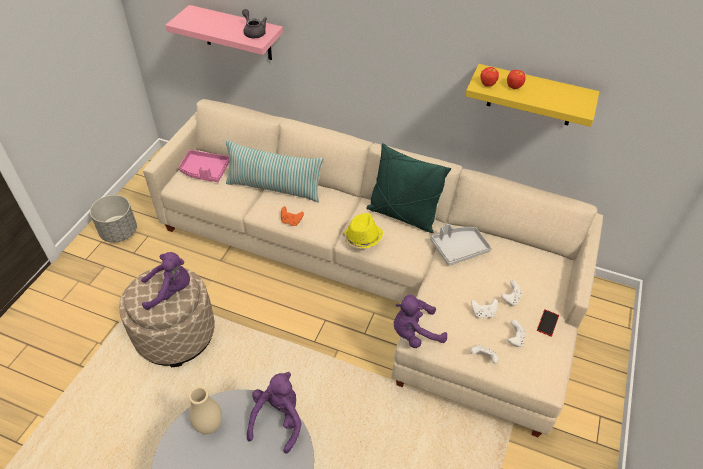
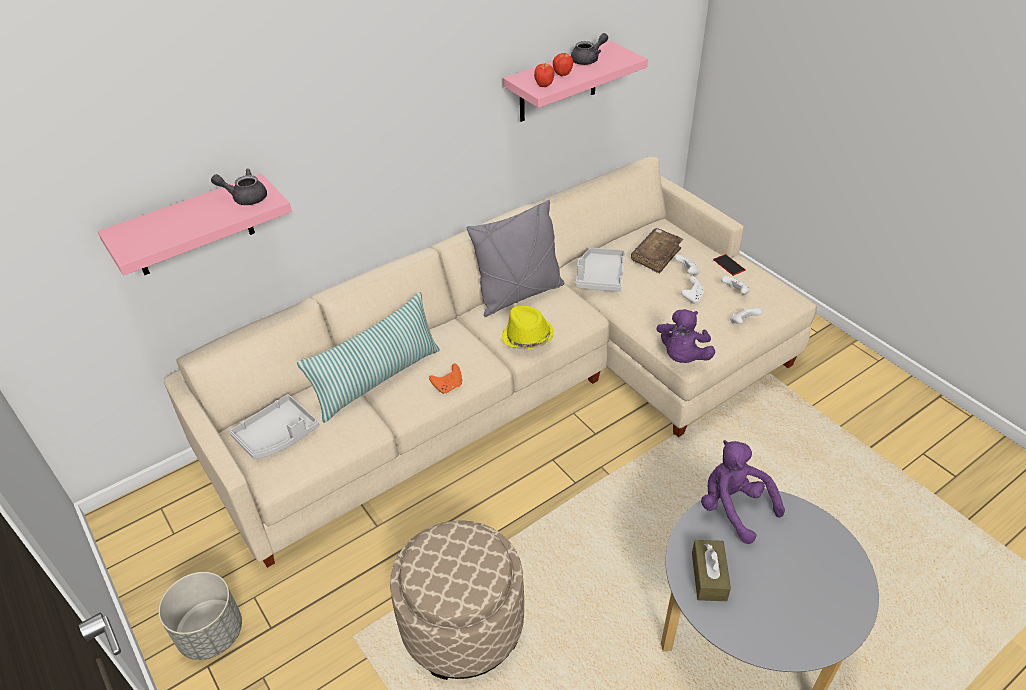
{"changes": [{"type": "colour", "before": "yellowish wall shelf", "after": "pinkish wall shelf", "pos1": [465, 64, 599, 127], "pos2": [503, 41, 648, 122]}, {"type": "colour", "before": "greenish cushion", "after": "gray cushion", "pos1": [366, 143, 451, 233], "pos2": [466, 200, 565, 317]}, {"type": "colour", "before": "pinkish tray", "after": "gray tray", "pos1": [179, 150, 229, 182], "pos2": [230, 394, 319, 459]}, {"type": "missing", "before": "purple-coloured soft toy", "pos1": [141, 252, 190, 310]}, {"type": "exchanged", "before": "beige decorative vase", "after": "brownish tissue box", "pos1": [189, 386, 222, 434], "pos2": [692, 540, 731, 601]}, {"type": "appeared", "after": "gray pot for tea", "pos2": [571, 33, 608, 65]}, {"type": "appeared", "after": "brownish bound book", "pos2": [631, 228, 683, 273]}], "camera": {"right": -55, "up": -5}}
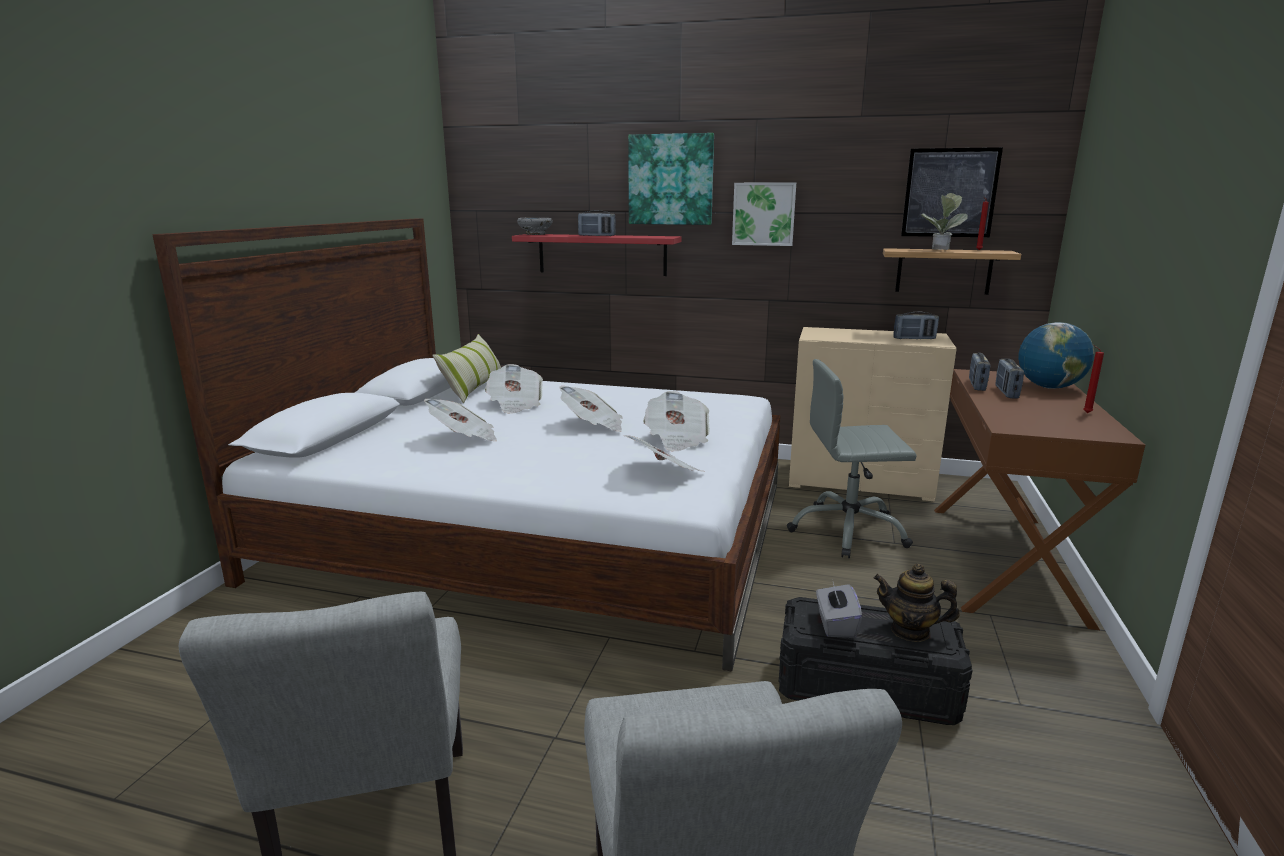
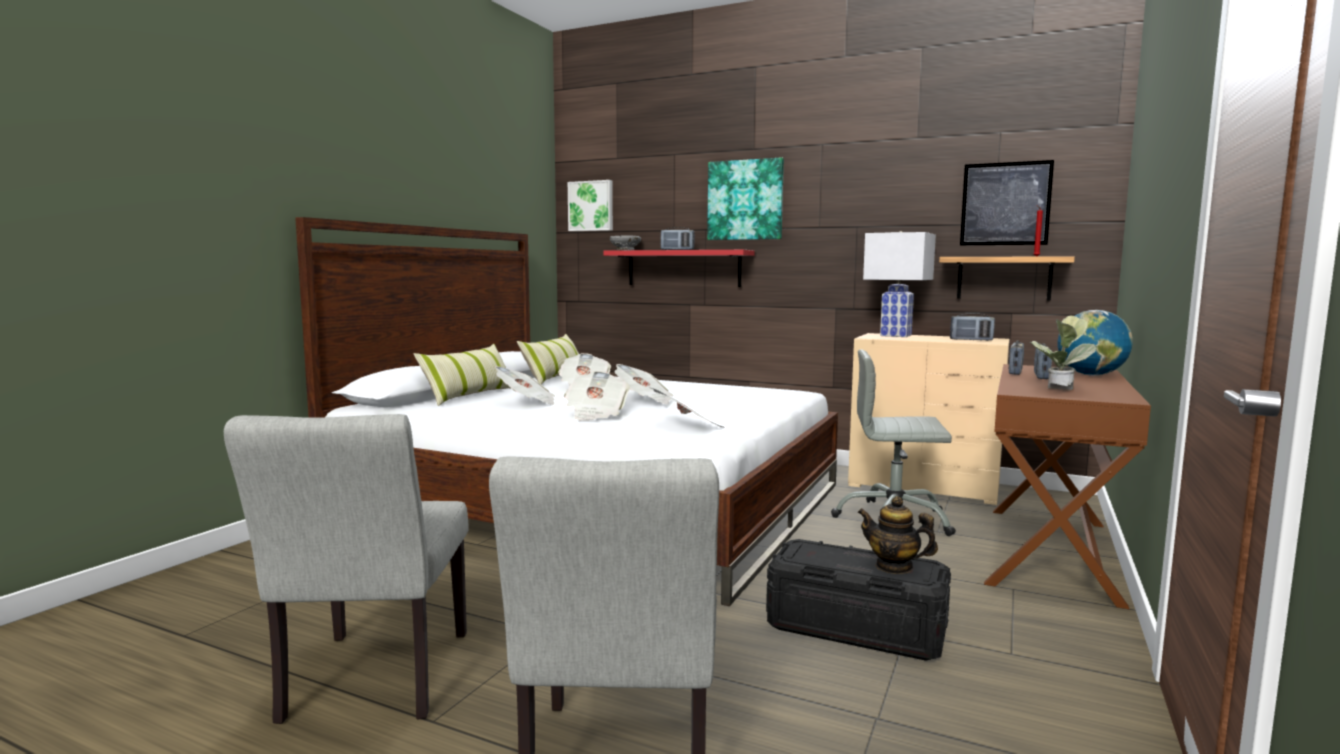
{"changes": [{"type": "relocated", "before": "picture", "pos1": [732, 182, 796, 246], "pos2": [568, 180, 613, 231]}, {"type": "relocated", "before": "plant in a pot", "pos1": [920, 193, 968, 250], "pos2": [1030, 316, 1096, 390]}, {"type": "missing", "before": "red-coloured candle", "pos1": [1084, 345, 1104, 413]}, {"type": "relocated", "before": "printed paper", "pos1": [643, 391, 710, 452], "pos2": [564, 371, 630, 421]}, {"type": "missing", "before": "gray tissue box", "pos1": [816, 579, 862, 638]}, {"type": "appeared", "after": "whitish lamp for a table", "pos2": [863, 231, 936, 337]}, {"type": "appeared", "after": "cushion", "pos2": [414, 344, 510, 406]}], "camera": {"right": 10, "up": -10}}
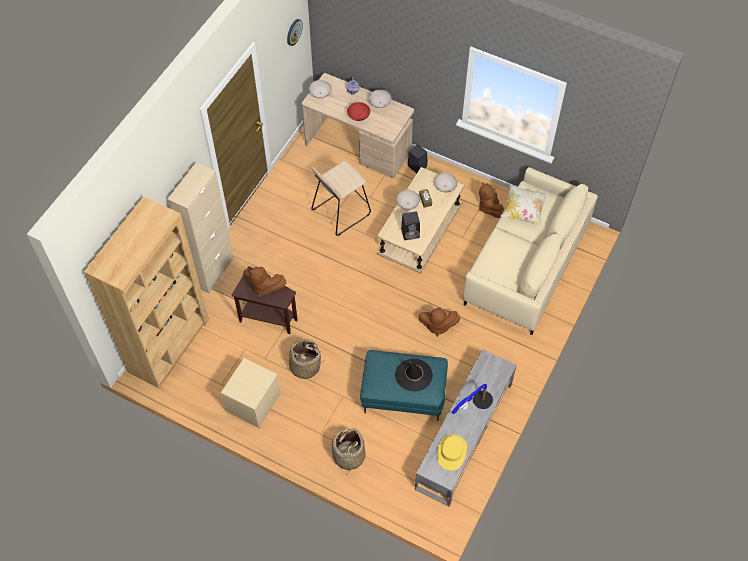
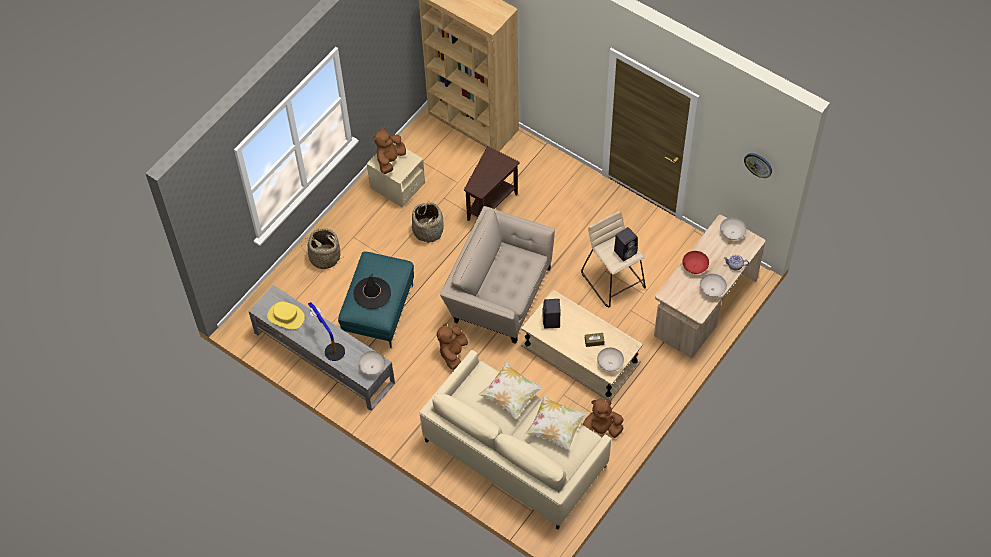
{"changes": [{"type": "relocated", "before": "black speaker", "pos1": [408, 144, 428, 173], "pos2": [614, 227, 638, 261]}, {"type": "missing", "before": "beige storage cabinet", "pos1": [167, 163, 234, 293]}, {"type": "relocated", "before": "whitish deep dish", "pos1": [397, 190, 420, 210], "pos2": [358, 351, 385, 375]}, {"type": "relocated", "before": "brownish soft toy", "pos1": [243, 266, 286, 297], "pos2": [373, 127, 406, 174]}, {"type": "appeared", "after": "beige armchair", "pos2": [440, 206, 555, 344]}, {"type": "appeared", "after": "cushion", "pos2": [478, 362, 543, 420]}], "camera": {"right": 100, "up": 0}}
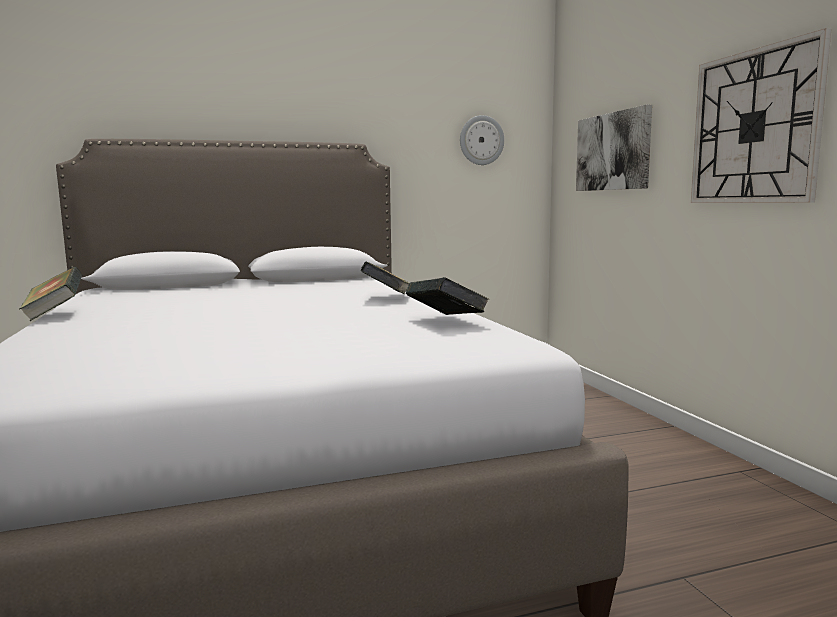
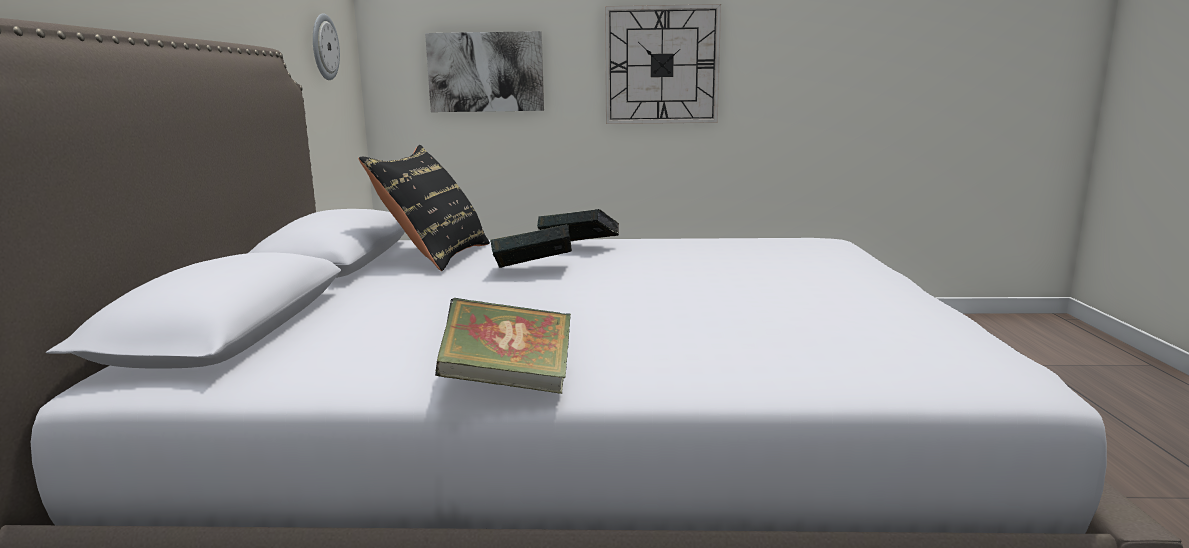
{"changes": [{"type": "relocated", "before": "bound book", "pos1": [406, 277, 489, 315], "pos2": [490, 224, 572, 268]}, {"type": "appeared", "after": "black cushion", "pos2": [358, 145, 490, 271]}], "camera": {"right": -70, "up": 5}}
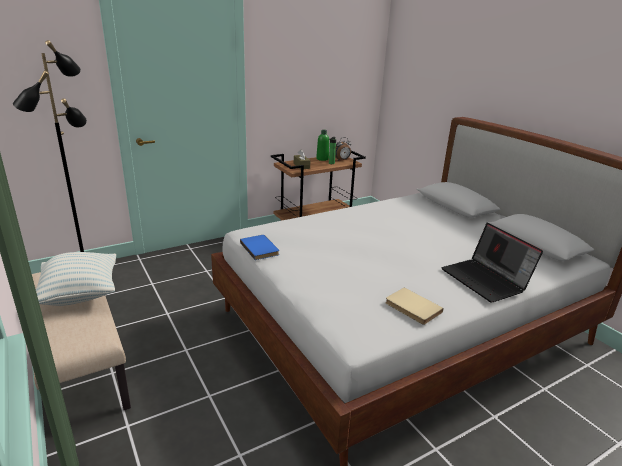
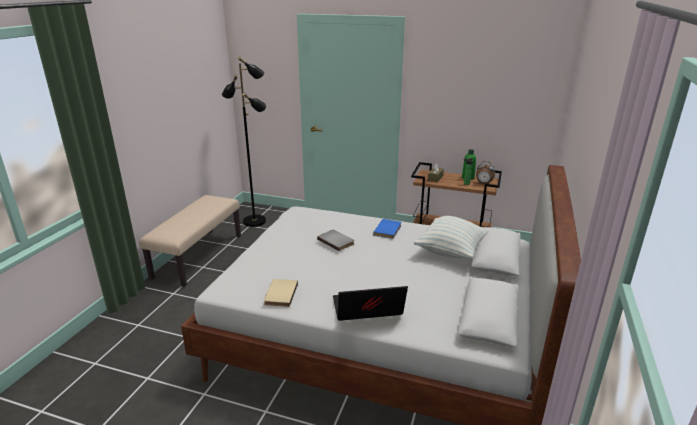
{"changes": [{"type": "spun", "before": "portable computer", "pos1": [442, 222, 543, 303], "pos2": [333, 286, 408, 321], "turn": 60}, {"type": "relocated", "before": "blue-coloured bound book", "pos1": [240, 235, 279, 260], "pos2": [373, 219, 401, 239]}, {"type": "relocated", "before": "cushion", "pos1": [36, 252, 116, 306], "pos2": [414, 216, 490, 258]}, {"type": "appeared", "after": "gray bound book", "pos2": [317, 230, 354, 251]}], "camera": {"right": 50, "up": 0}}
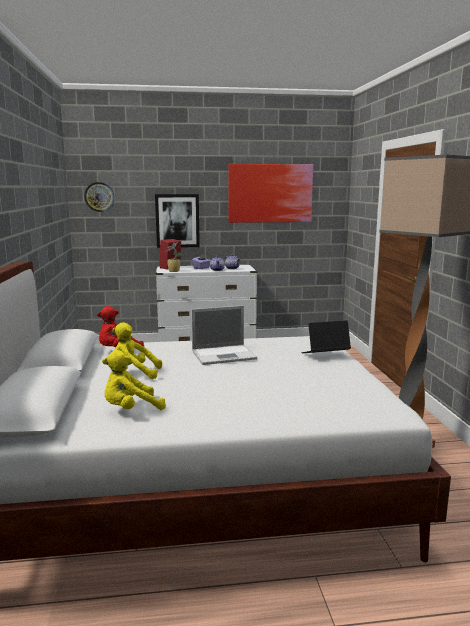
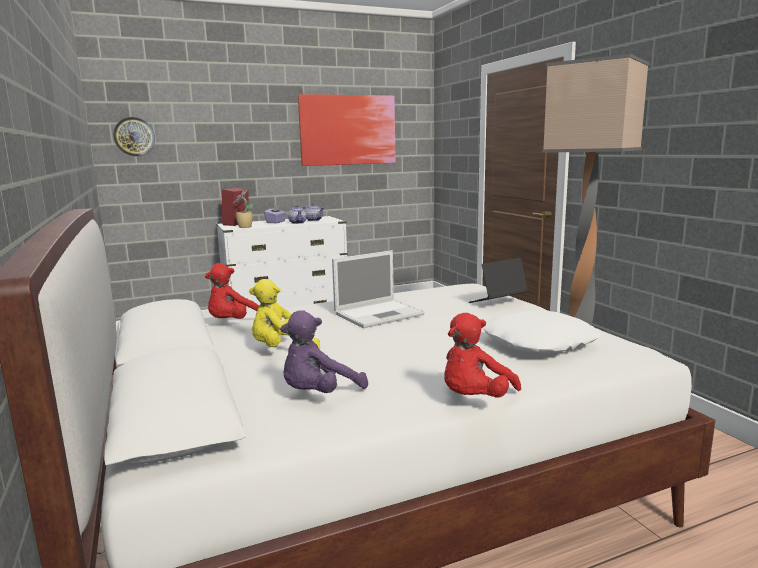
{"changes": [{"type": "missing", "before": "picture", "pos1": [155, 194, 200, 248]}, {"type": "colour", "before": "yellowish soft toy", "after": "purple-coloured soft toy", "pos1": [102, 350, 166, 410], "pos2": [280, 310, 368, 393]}, {"type": "appeared", "after": "whitish cushion", "pos2": [483, 311, 601, 353]}, {"type": "appeared", "after": "red-coloured soft toy", "pos2": [444, 313, 521, 398]}], "camera": {"right": -15, "up": 0}}
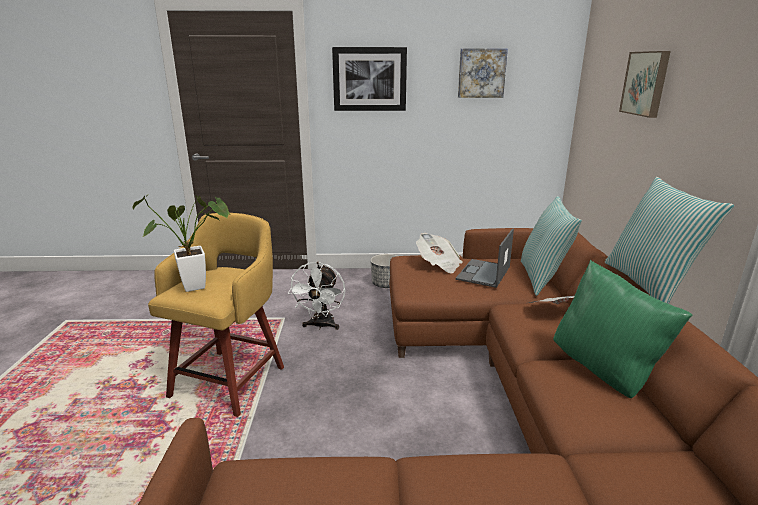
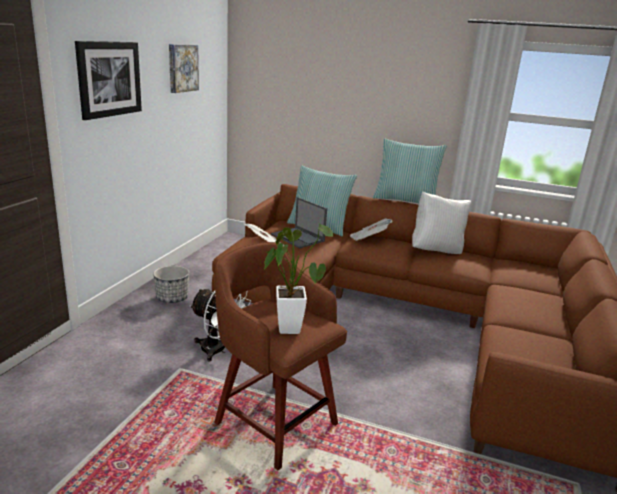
{"changes": [{"type": "missing", "before": "picture", "pos1": [619, 51, 671, 118]}, {"type": "colour", "before": "yellowish stool seat", "after": "brownish stool seat", "pos1": [148, 213, 284, 417], "pos2": [214, 242, 347, 470]}, {"type": "colour", "before": "greenish cushion", "after": "whitish cushion", "pos1": [553, 260, 692, 398], "pos2": [412, 191, 471, 254]}], "camera": {"right": -70, "up": 0}}
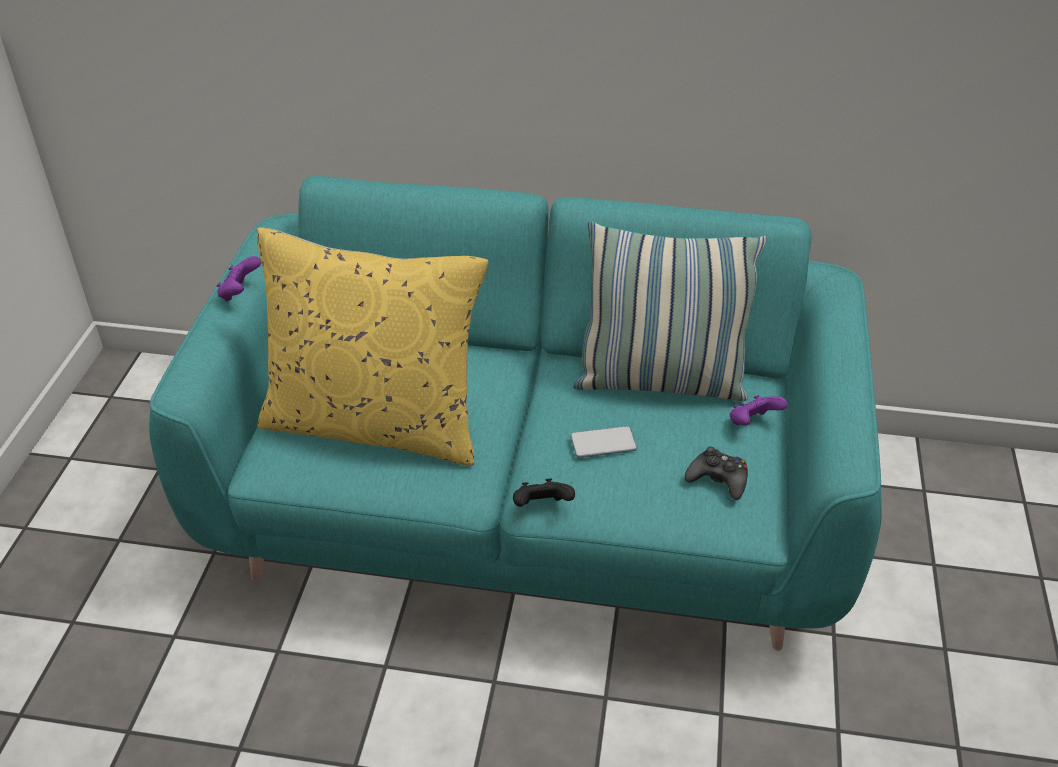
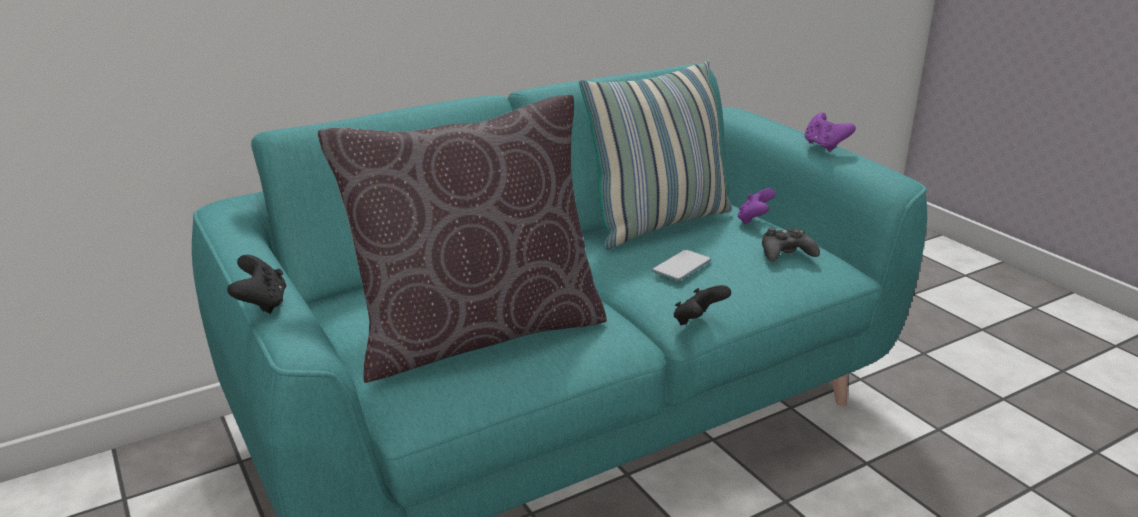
{"changes": [{"type": "colour", "before": "yellowish cushion", "after": "brownish cushion", "pos1": [257, 227, 488, 466], "pos2": [318, 95, 607, 383]}, {"type": "relocated", "before": "purple-coloured joypad", "pos1": [217, 256, 261, 302], "pos2": [805, 112, 856, 152]}, {"type": "appeared", "after": "black joypad", "pos2": [227, 255, 286, 314]}], "camera": {"right": -40, "up": -15}}
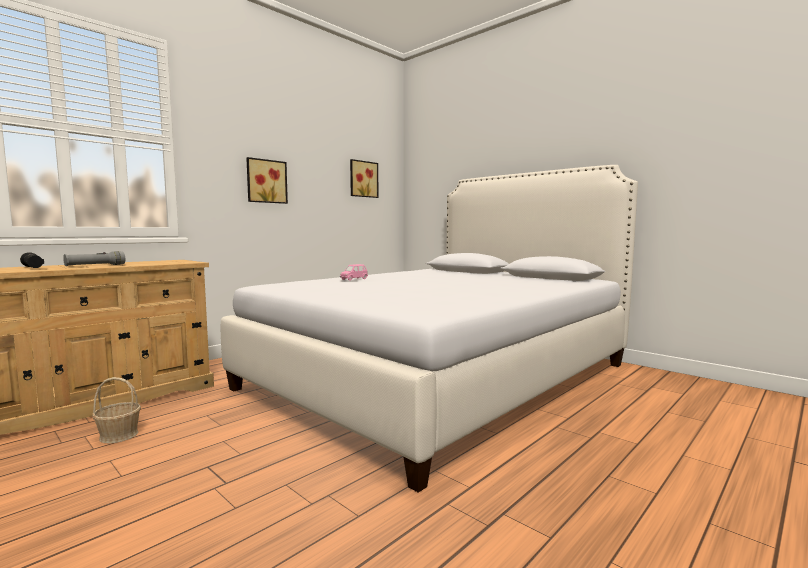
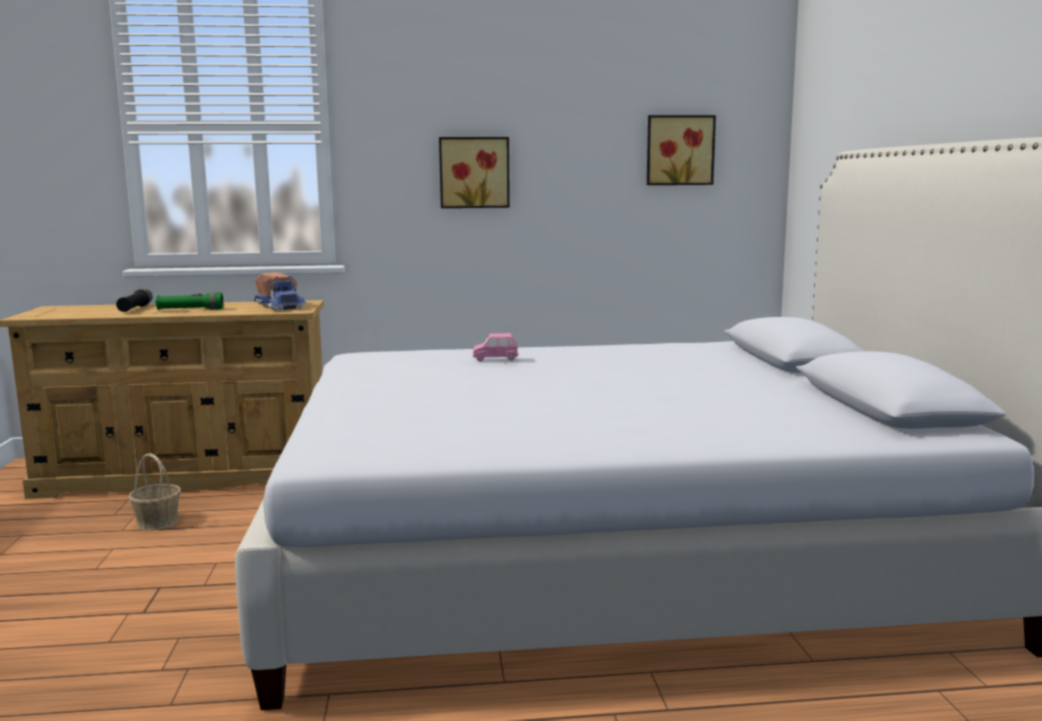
{"changes": [{"type": "colour", "before": "gray torch", "after": "greenish torch", "pos1": [63, 251, 125, 266], "pos2": [156, 292, 223, 310]}, {"type": "appeared", "after": "model truck", "pos2": [254, 272, 306, 311]}], "camera": {"right": 40, "up": 5}}
